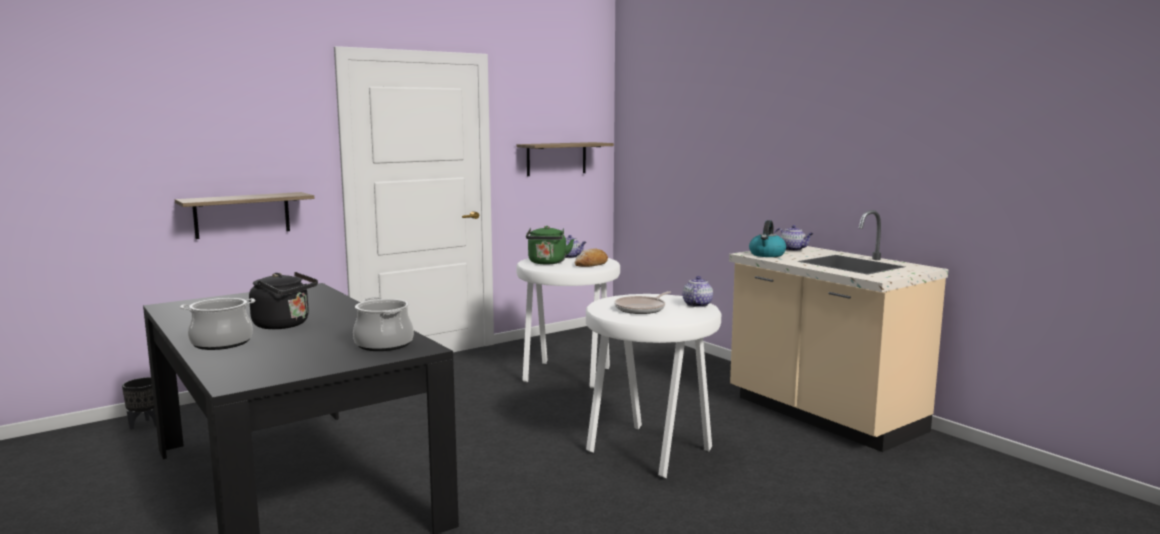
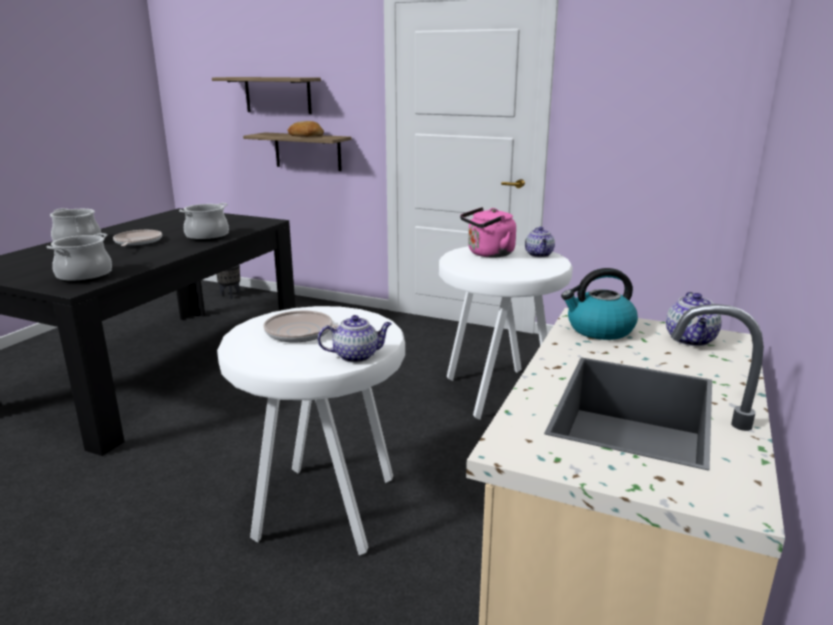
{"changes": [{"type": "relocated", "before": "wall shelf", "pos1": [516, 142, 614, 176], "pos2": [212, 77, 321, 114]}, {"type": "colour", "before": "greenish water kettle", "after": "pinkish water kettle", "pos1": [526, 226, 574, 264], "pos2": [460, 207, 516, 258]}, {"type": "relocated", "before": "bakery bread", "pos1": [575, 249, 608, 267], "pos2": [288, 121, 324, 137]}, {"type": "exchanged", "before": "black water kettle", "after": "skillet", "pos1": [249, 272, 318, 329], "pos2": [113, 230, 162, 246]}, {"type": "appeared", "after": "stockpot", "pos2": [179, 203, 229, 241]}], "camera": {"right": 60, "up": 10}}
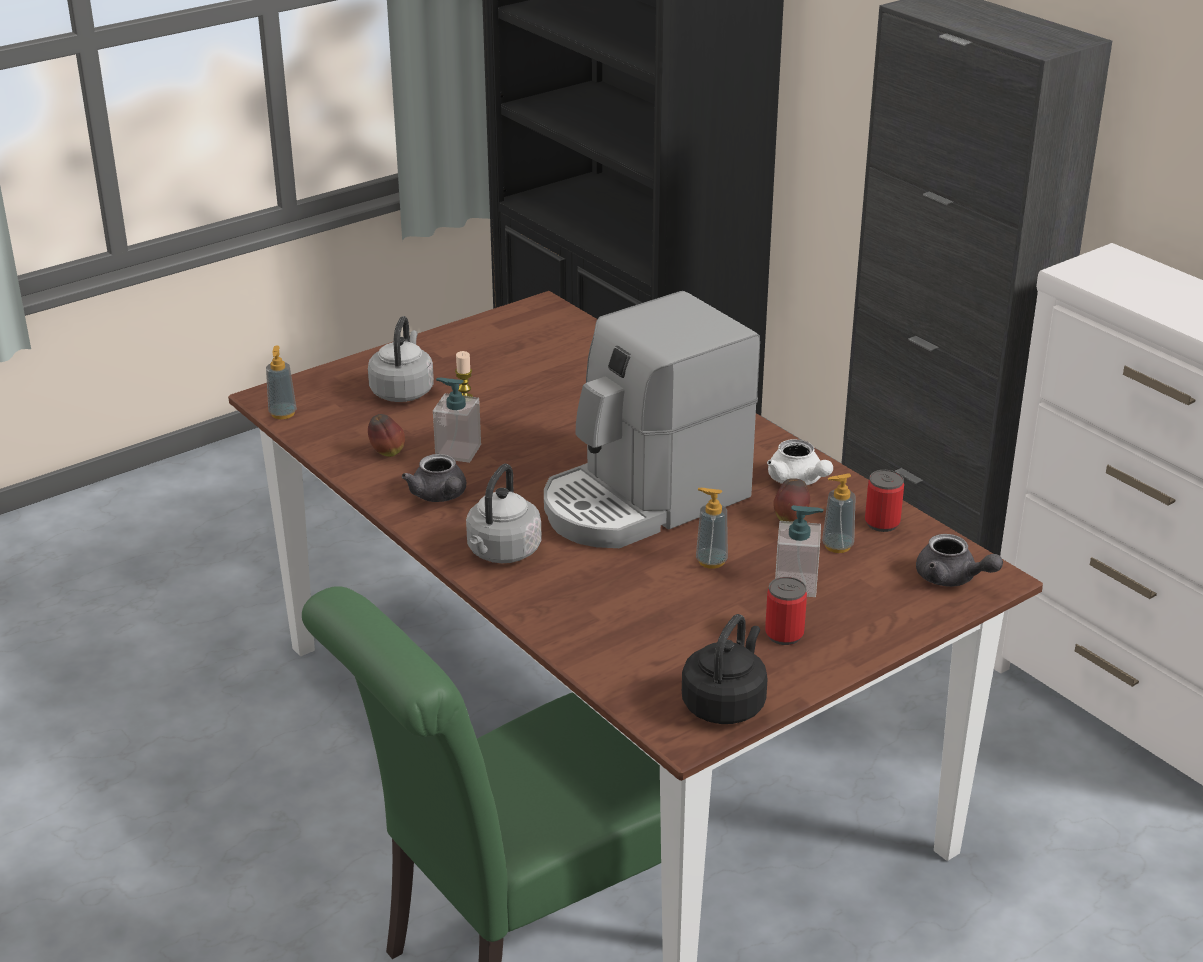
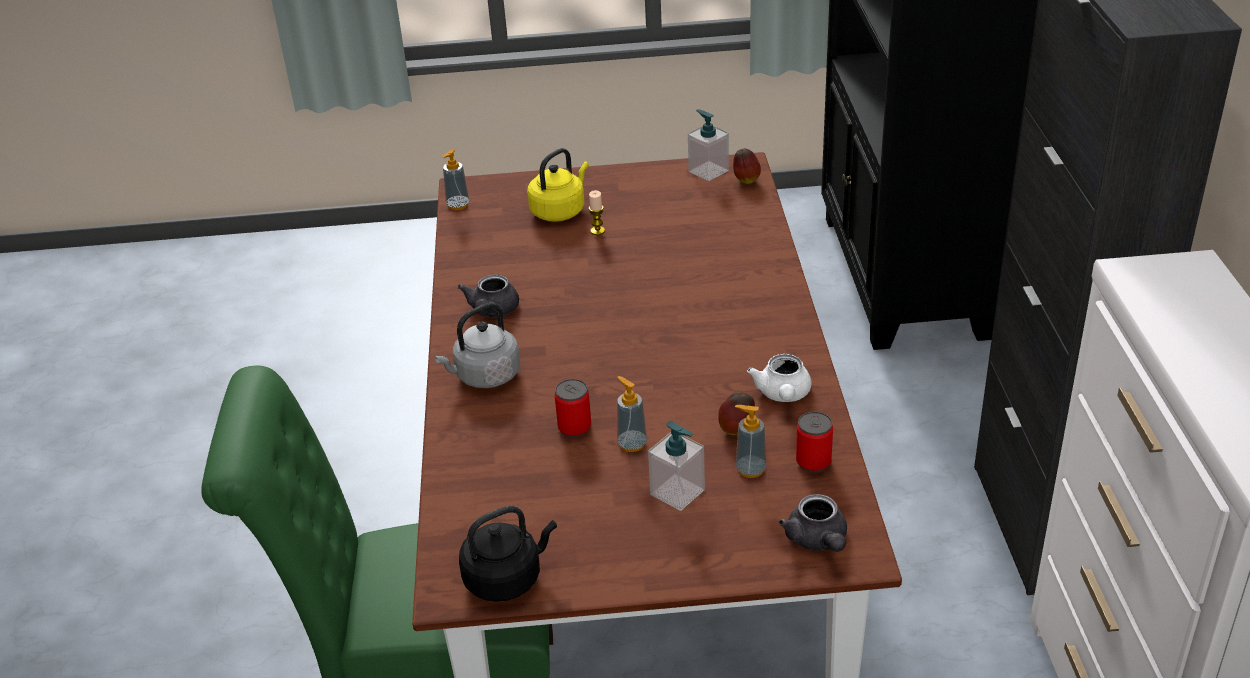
{"changes": [{"type": "missing", "before": "coffee brewer", "pos1": [544, 291, 760, 548]}, {"type": "colour", "before": "gray water kettle", "after": "yellowish water kettle", "pos1": [368, 316, 434, 402], "pos2": [527, 148, 589, 222]}, {"type": "relocated", "before": "liquid soap bottle", "pos1": [433, 378, 481, 463], "pos2": [688, 109, 729, 181]}, {"type": "relocated", "before": "apple fruit", "pos1": [368, 414, 405, 457], "pos2": [733, 148, 761, 184]}, {"type": "relocated", "before": "can", "pos1": [765, 577, 807, 645], "pos2": [555, 379, 591, 438]}], "camera": {"right": 35, "up": 5}}
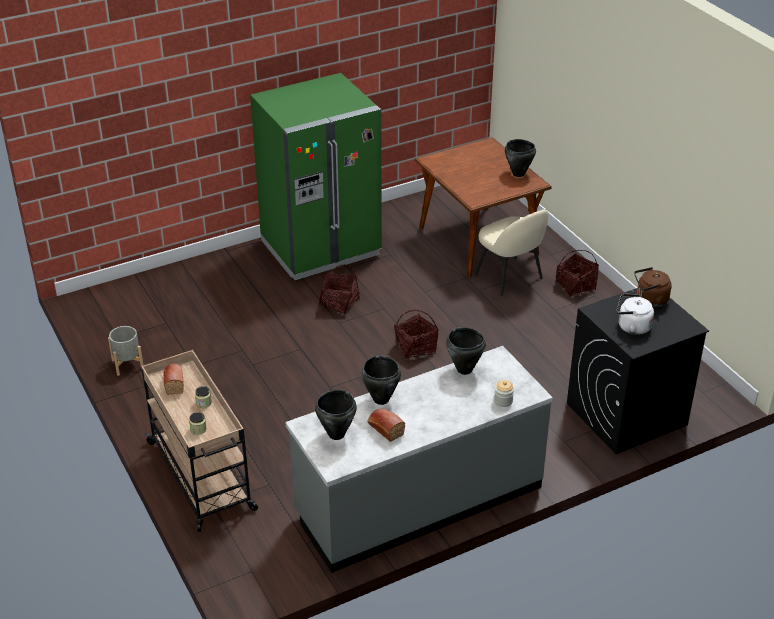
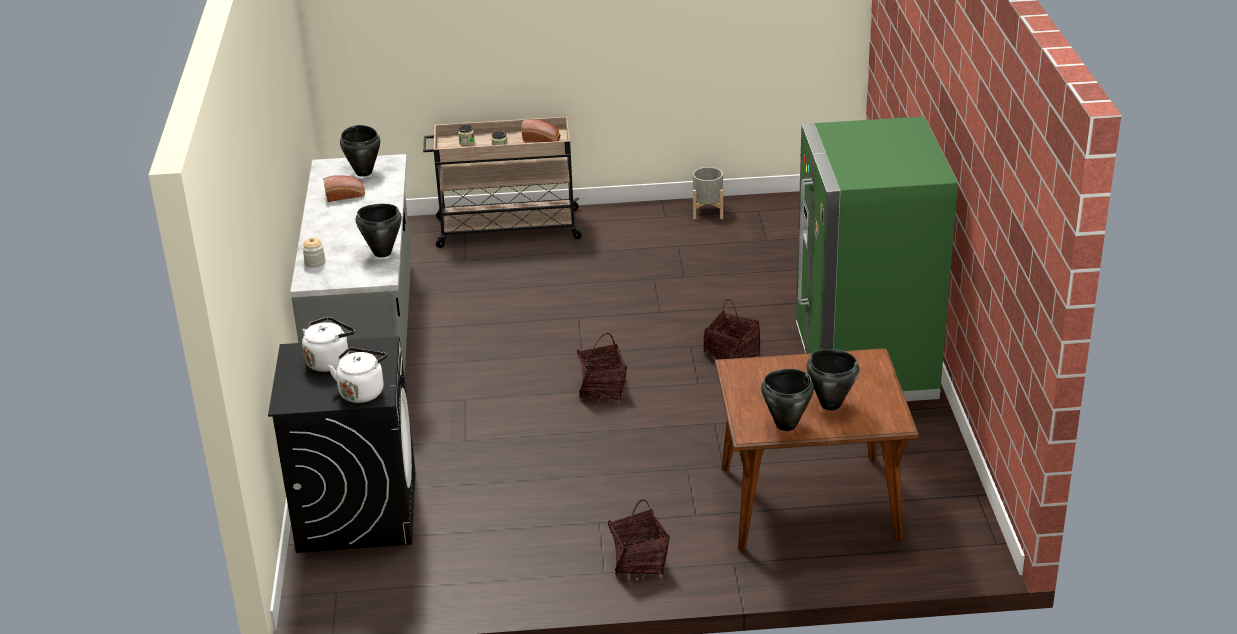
{"changes": [{"type": "missing", "before": "beige chair", "pos1": [475, 209, 548, 296]}, {"type": "colour", "before": "brownish water kettle", "after": "whitish water kettle", "pos1": [634, 267, 672, 307], "pos2": [328, 348, 387, 403]}, {"type": "relocated", "before": "black stockpot", "pos1": [362, 356, 401, 405], "pos2": [806, 349, 859, 411]}], "camera": {"right": 115, "up": -5}}
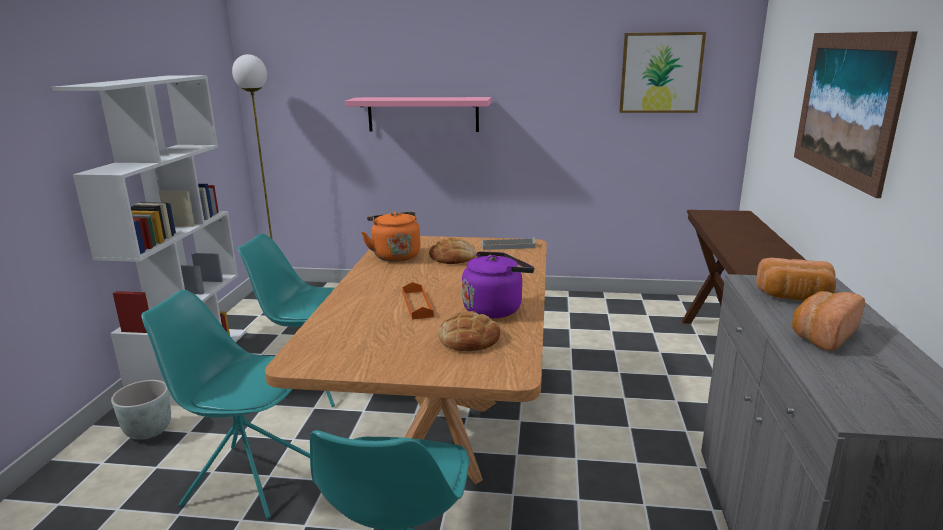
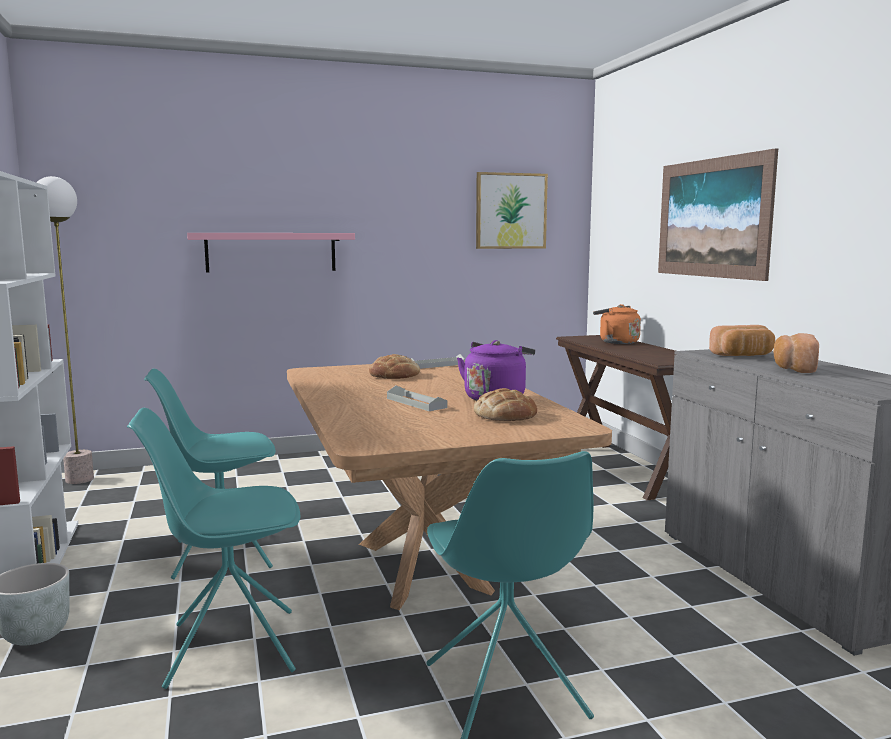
{"changes": [{"type": "relocated", "before": "orangey water kettle", "pos1": [361, 211, 421, 262], "pos2": [593, 304, 641, 344]}, {"type": "colour", "before": "orangey tray", "after": "gray tray", "pos1": [402, 282, 434, 320], "pos2": [387, 386, 447, 411]}], "camera": {"right": -25, "up": -10}}
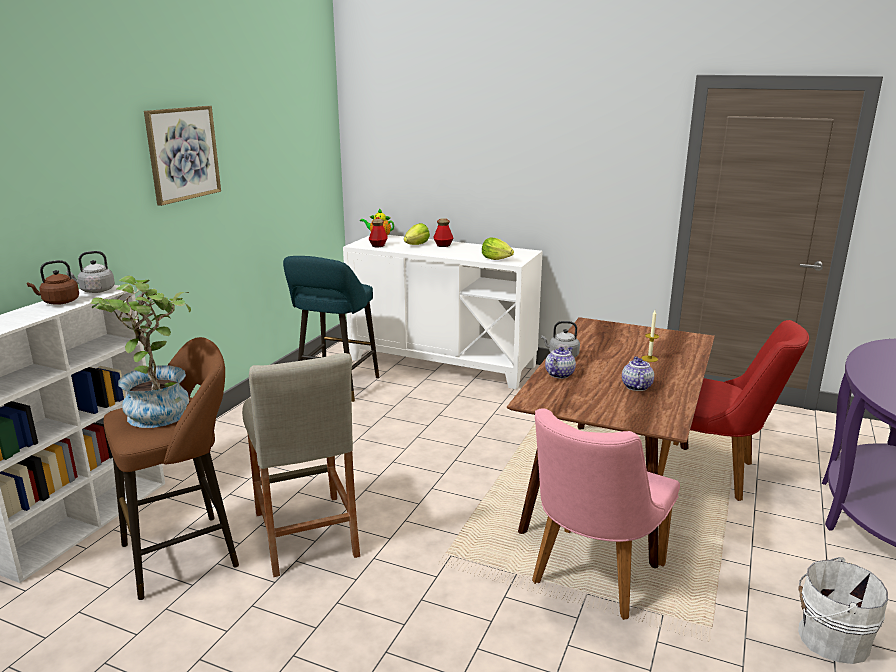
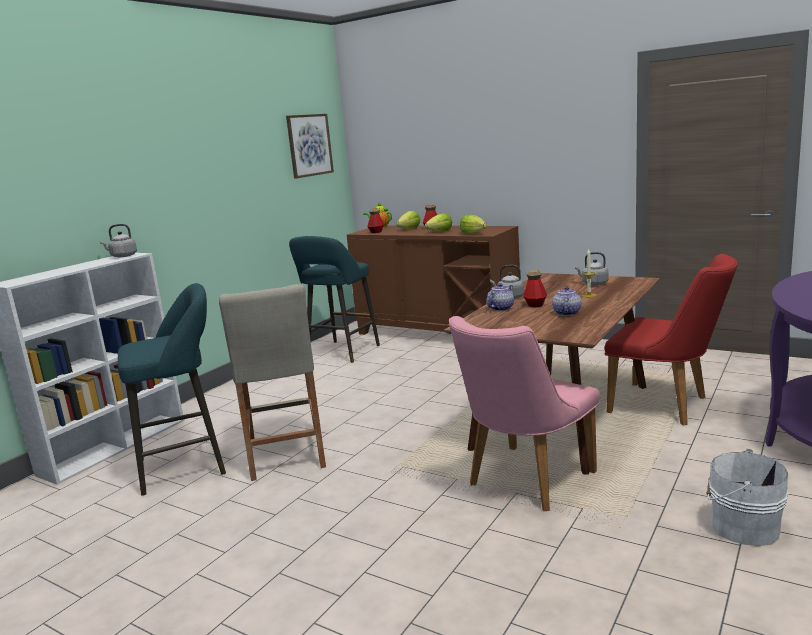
{"changes": [{"type": "relocated", "before": "picture", "pos1": [144, 106, 221, 206], "pos2": [286, 114, 334, 179]}, {"type": "colour", "before": "whitish storage cabinet", "after": "brownish storage cabinet", "pos1": [343, 235, 543, 389], "pos2": [347, 226, 520, 335]}, {"type": "missing", "before": "brownish water kettle", "pos1": [27, 260, 79, 305]}, {"type": "missing", "before": "plant in a pot", "pos1": [90, 276, 191, 428]}, {"type": "colour", "before": "brownish stool seat", "after": "turquoise stool seat", "pos1": [103, 337, 239, 600], "pos2": [118, 283, 226, 496]}, {"type": "appeared", "after": "head of lettuce", "pos2": [425, 213, 452, 232]}, {"type": "appeared", "after": "gray water kettle", "pos2": [575, 252, 609, 285]}, {"type": "appeared", "after": "beverage bottle", "pos2": [523, 270, 547, 307]}], "camera": {"right": 10, "up": -5}}
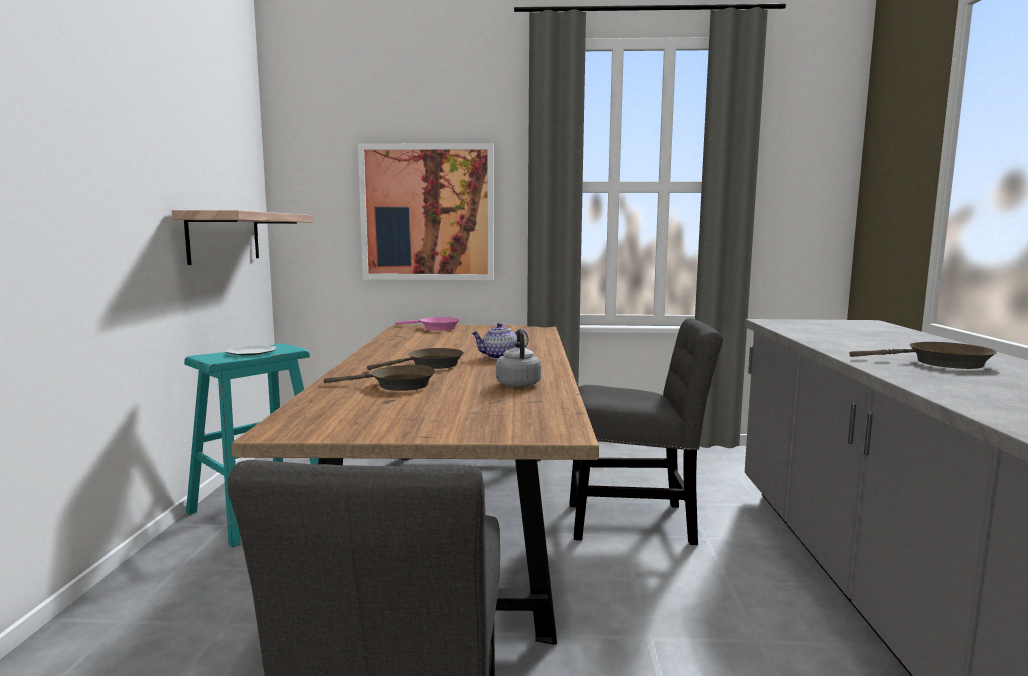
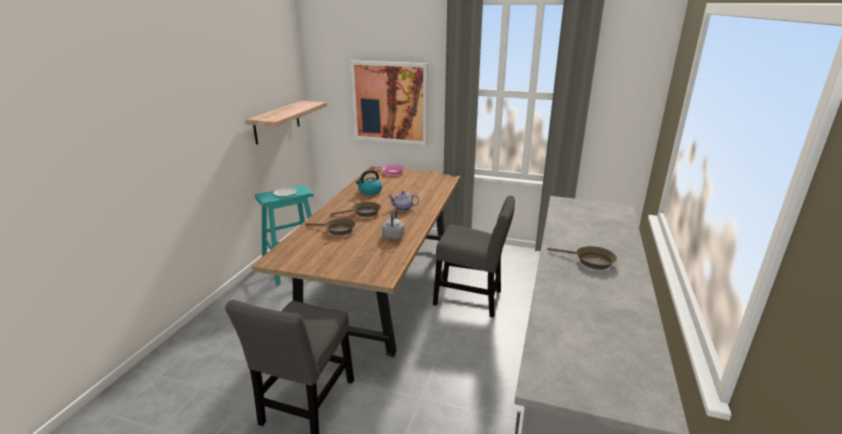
{"changes": [{"type": "appeared", "after": "water kettle", "pos2": [355, 170, 382, 195]}], "camera": {"right": 15, "up": 15}}
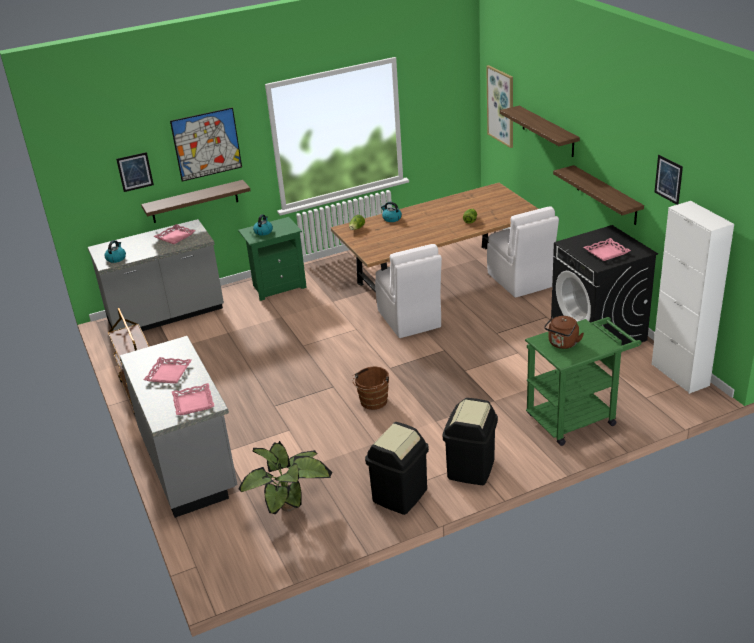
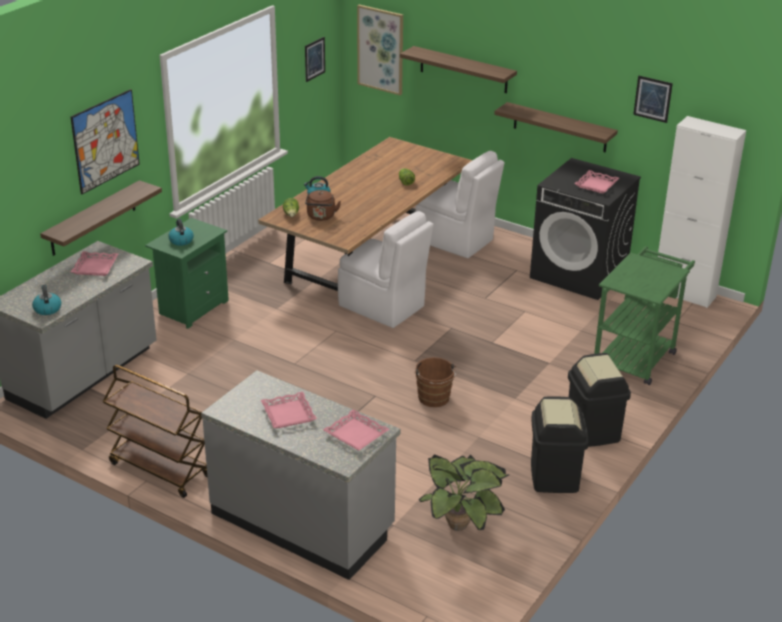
{"changes": [{"type": "relocated", "before": "picture", "pos1": [116, 152, 154, 192], "pos2": [305, 37, 325, 82]}, {"type": "relocated", "before": "brownish water kettle", "pos1": [544, 316, 584, 349], "pos2": [305, 190, 341, 221]}], "camera": {"right": -35, "up": 0}}
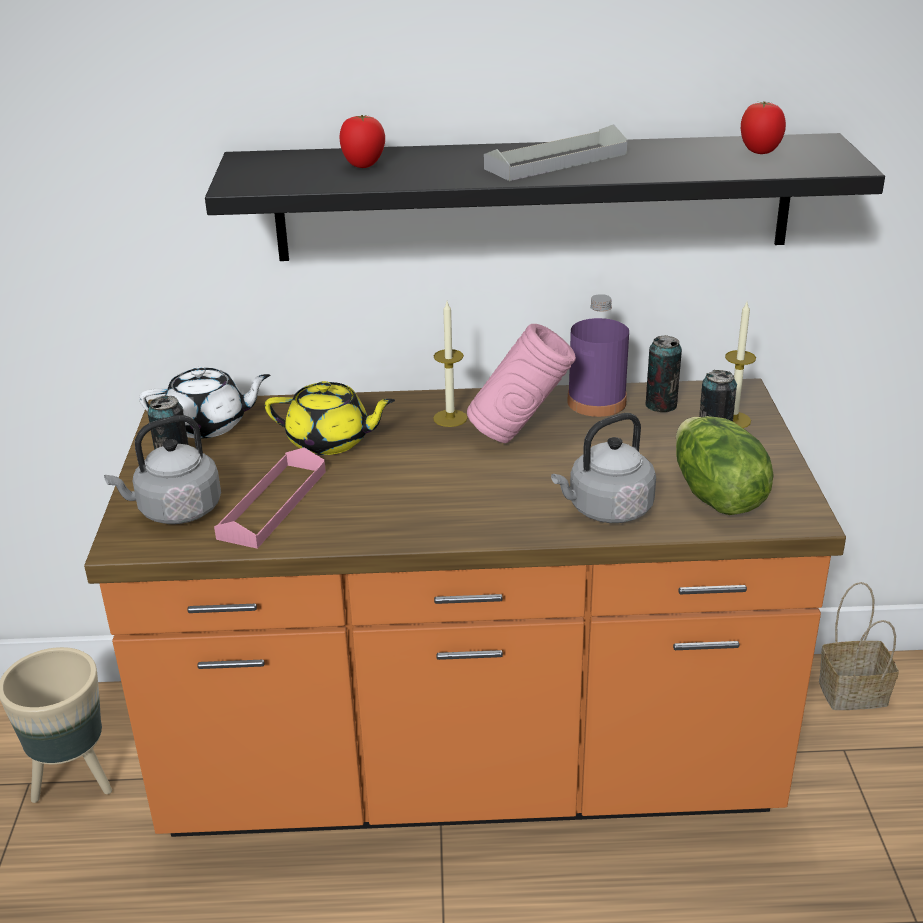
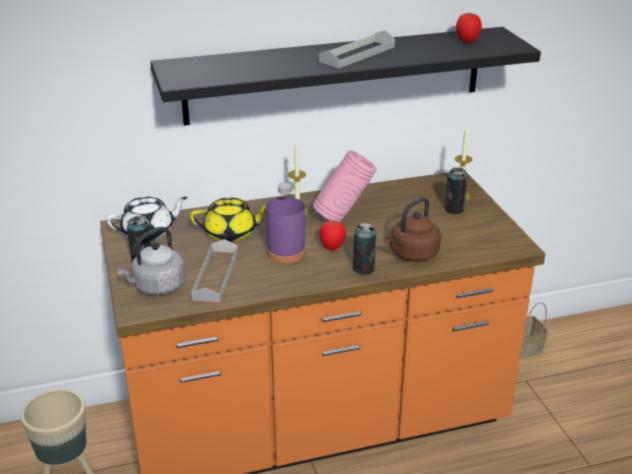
{"changes": [{"type": "relocated", "before": "whole tomato", "pos1": [339, 115, 385, 168], "pos2": [319, 220, 346, 250]}, {"type": "relocated", "before": "purple-coloured beverage bottle", "pos1": [567, 294, 629, 417], "pos2": [266, 183, 306, 263]}, {"type": "relocated", "before": "can", "pos1": [645, 335, 682, 412], "pos2": [353, 223, 376, 275]}, {"type": "colour", "before": "gray water kettle", "after": "brownish water kettle", "pos1": [551, 413, 656, 523], "pos2": [385, 197, 441, 262]}, {"type": "missing", "before": "head of lettuce", "pos1": [676, 416, 774, 515]}, {"type": "colour", "before": "pinkish tray", "after": "gray tray", "pos1": [214, 448, 326, 549], "pos2": [191, 239, 238, 302]}], "camera": {"right": -15, "up": 0}}
